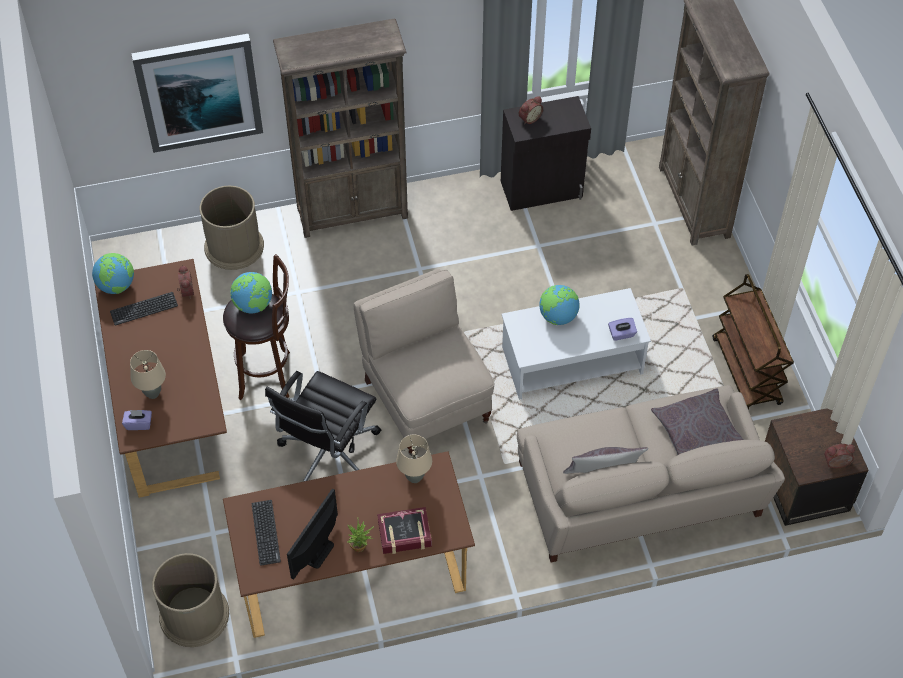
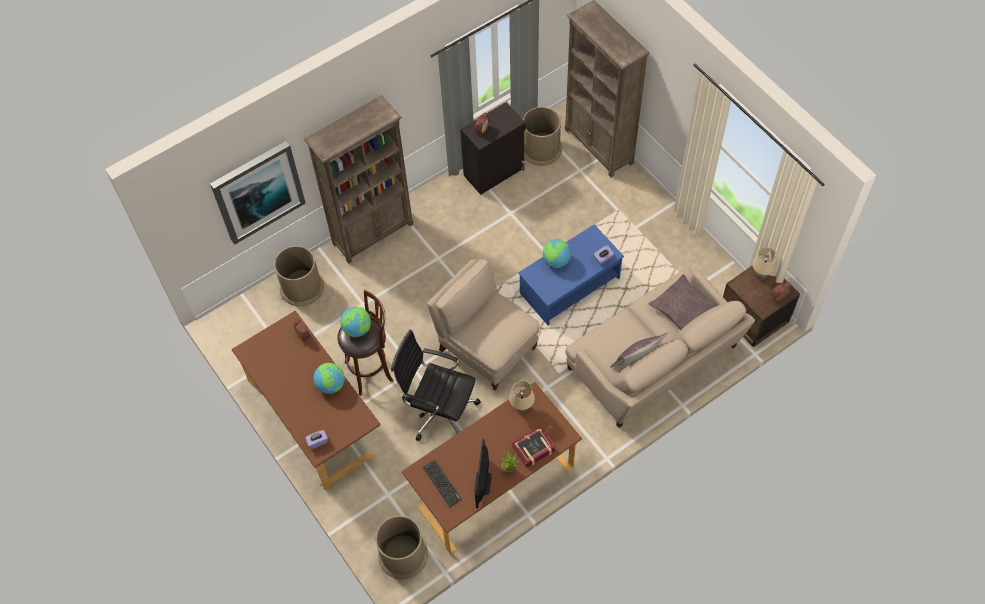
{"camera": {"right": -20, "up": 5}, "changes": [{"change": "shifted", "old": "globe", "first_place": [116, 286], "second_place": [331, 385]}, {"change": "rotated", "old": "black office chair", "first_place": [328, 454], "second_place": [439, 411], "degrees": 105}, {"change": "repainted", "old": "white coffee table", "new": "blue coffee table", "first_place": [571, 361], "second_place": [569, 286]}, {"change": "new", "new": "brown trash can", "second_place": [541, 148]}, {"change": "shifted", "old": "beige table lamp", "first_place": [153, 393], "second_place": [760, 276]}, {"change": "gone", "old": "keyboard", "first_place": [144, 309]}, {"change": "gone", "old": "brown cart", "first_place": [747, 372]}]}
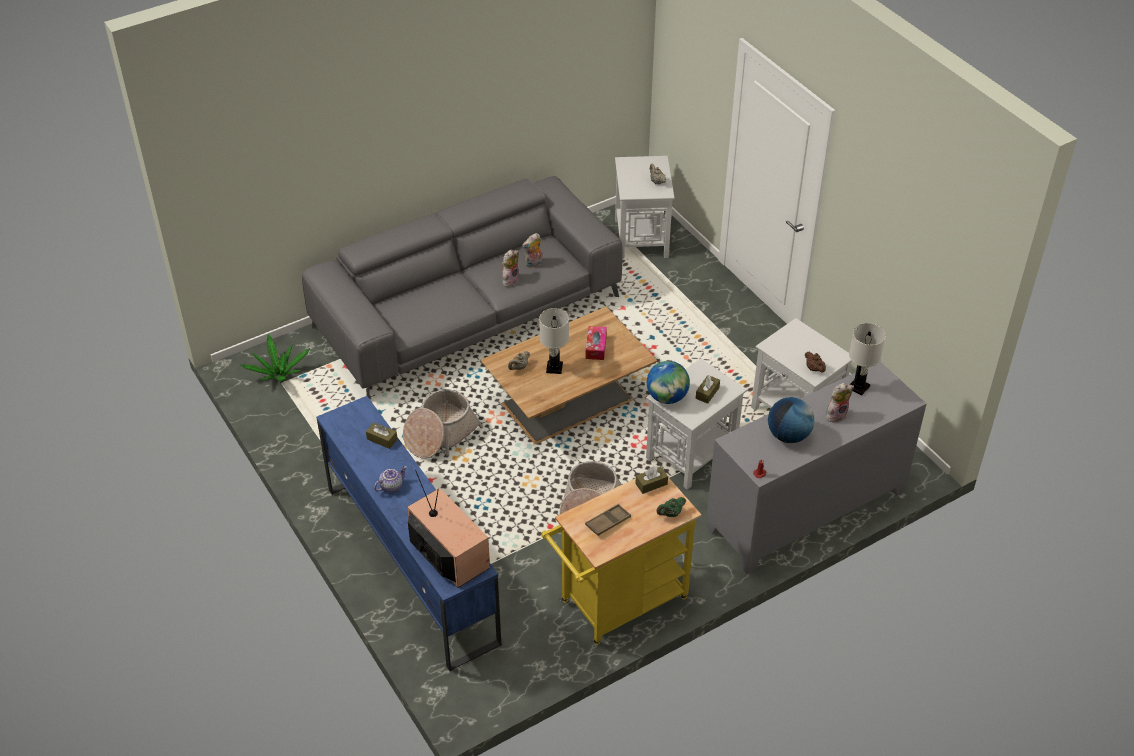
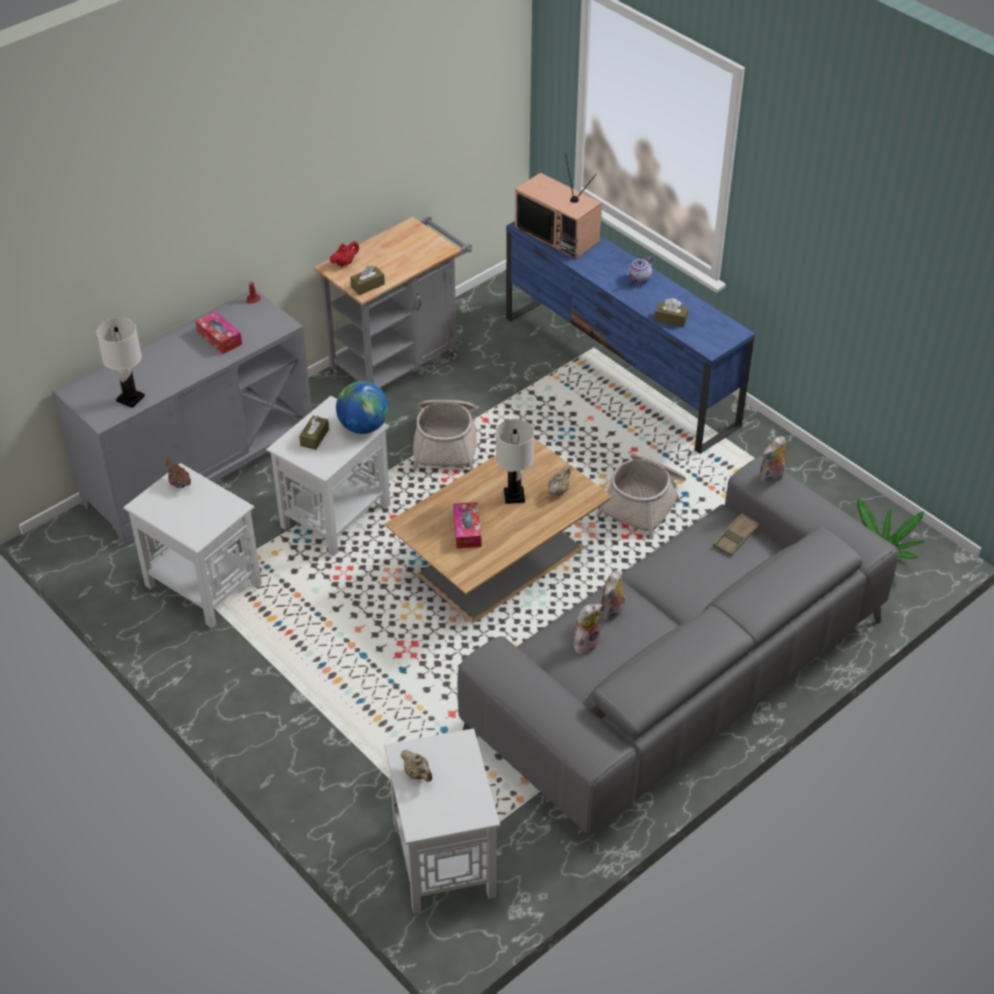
{"camera": {"right": 170, "up": 0}, "changes": [{"change": "swapped", "old": "globe", "new": "tissue box", "first_place": [788, 435], "second_place": [219, 338]}, {"change": "repainted", "old": "yellow cart", "new": "grey cart", "first_place": [617, 604], "second_place": [400, 362]}, {"change": "repainted", "old": "green teapot", "new": "red teapot", "first_place": [671, 514], "second_place": [345, 263]}, {"change": "shifted", "old": "brown tray", "first_place": [608, 522], "second_place": [736, 537]}, {"change": "shifted", "old": "plush toy", "first_place": [836, 414], "second_place": [771, 478]}]}
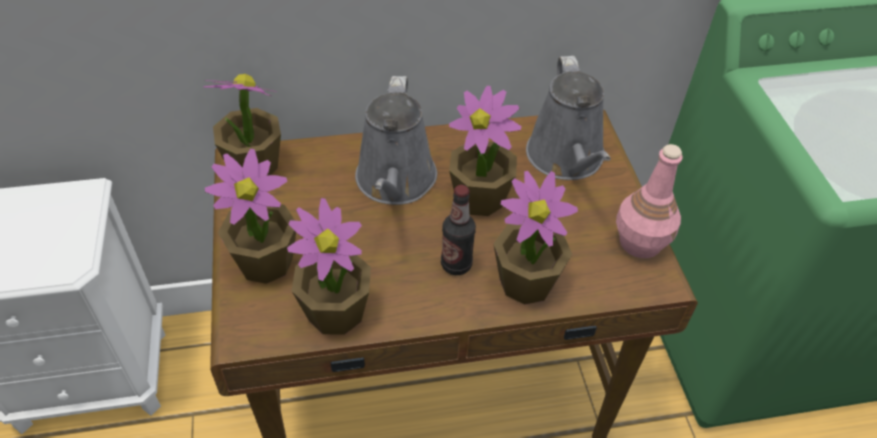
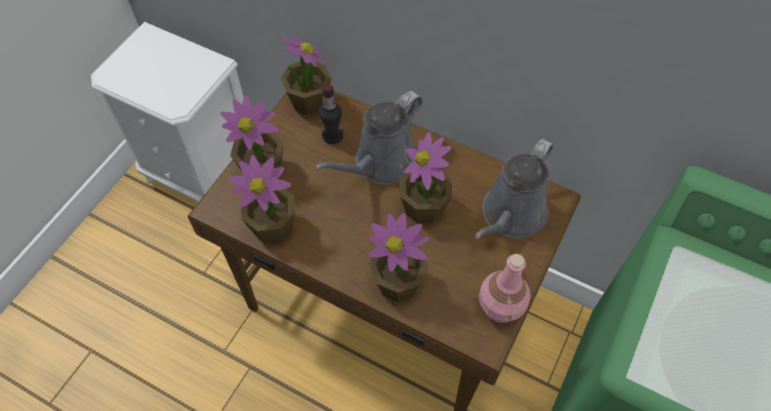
{"camera": {"right": 40, "up": 10}, "changes": [{"change": "shifted", "old": "bottle", "first_place": [456, 265], "second_place": [332, 136]}]}
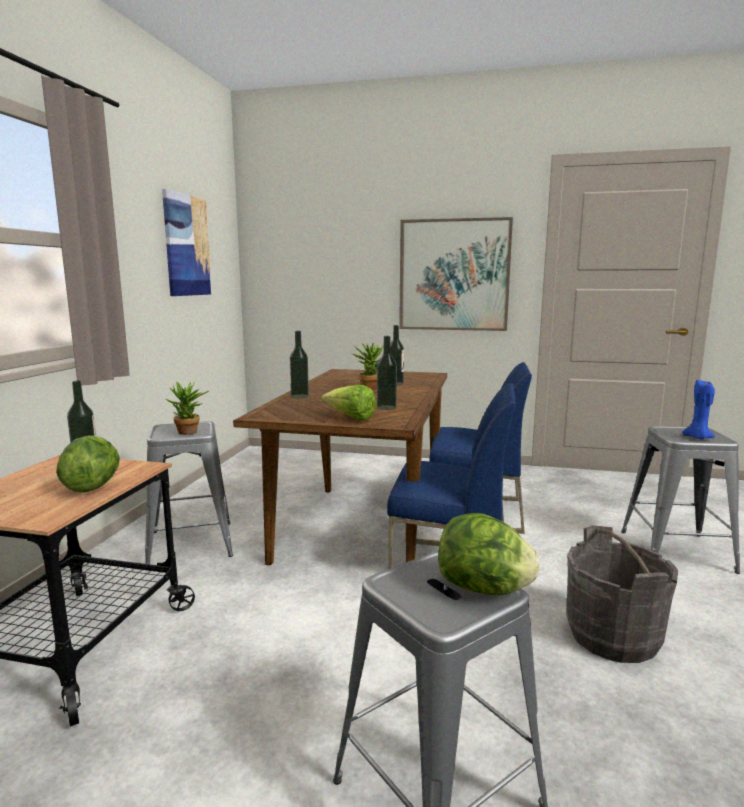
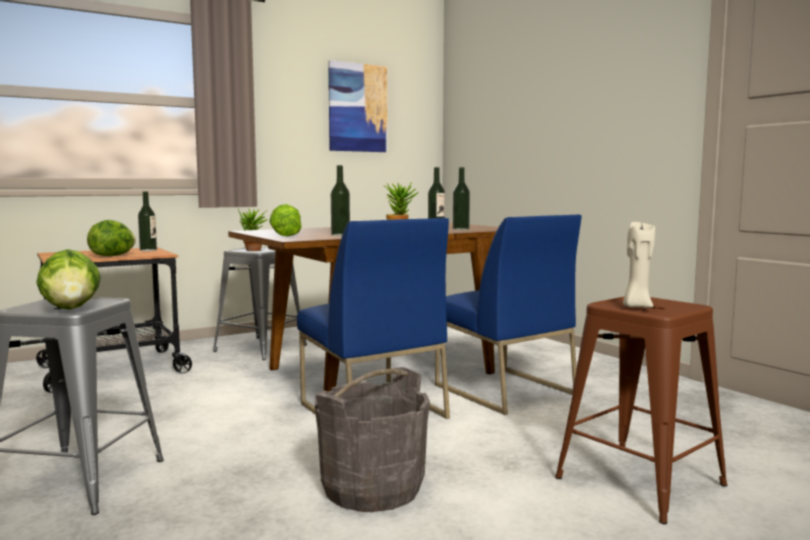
{"camera": {"right": 45, "up": -5}, "changes": [{"change": "shifted", "old": "bottle", "first_place": [299, 396], "second_place": [460, 229]}, {"change": "repainted", "old": "grey stool", "new": "brown stool", "first_place": [676, 551], "second_place": [639, 481]}, {"change": "repainted", "old": "blue candle", "new": "beige candle", "first_place": [698, 438], "second_place": [636, 307]}, {"change": "gone", "old": "picture", "first_place": [454, 275]}]}
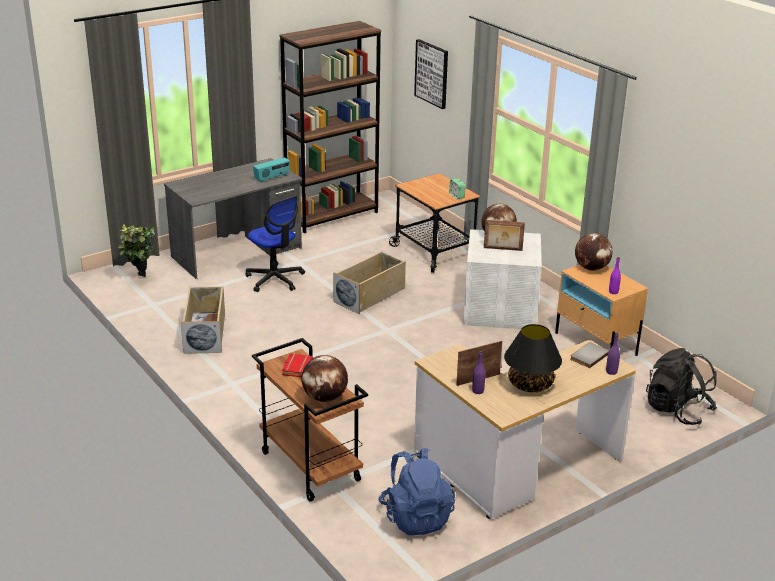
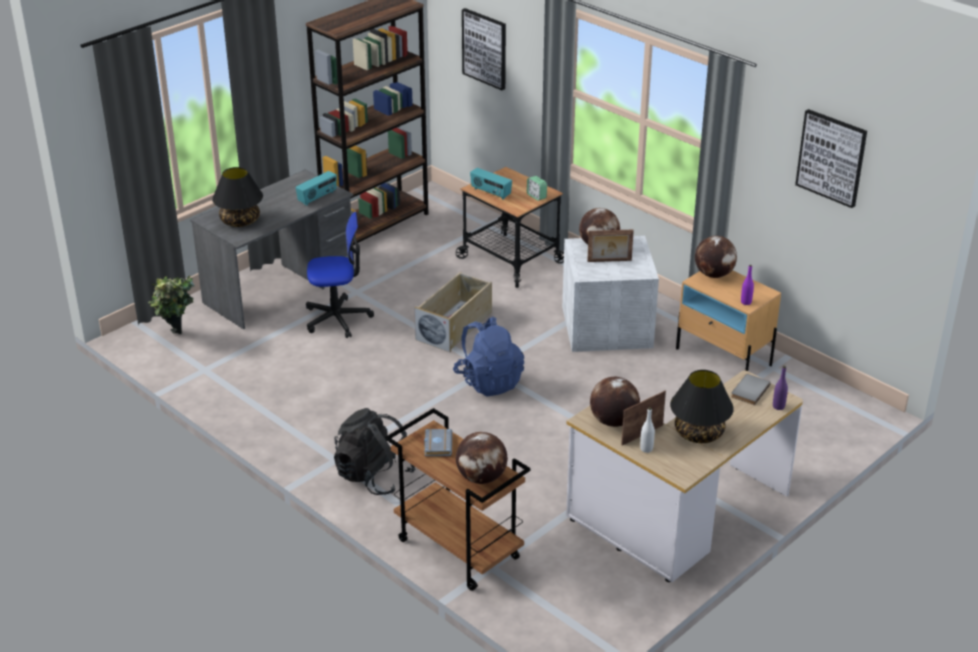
{"camera": {"right": -10, "up": 5}, "changes": [{"change": "new", "new": "black table lamp", "second_place": [240, 221]}, {"change": "rotated", "old": "office chair", "first_place": [275, 279], "second_place": [337, 318], "degrees": -45}, {"change": "shifted", "old": "black backpack", "first_place": [677, 410], "second_place": [374, 476]}, {"change": "repainted", "old": "red book", "new": "grey book", "first_place": [296, 367], "second_place": [437, 445]}, {"change": "shifted", "old": "blue backpack", "first_place": [416, 517], "second_place": [489, 381]}, {"change": "new", "new": "radio", "second_place": [490, 193]}, {"change": "new", "new": "globe", "second_place": [613, 421]}, {"change": "repainted", "old": "purple bottle", "new": "white bottle", "first_place": [478, 391], "second_place": [646, 449]}, {"change": "new", "new": "picture", "second_place": [831, 157]}, {"change": "gone", "old": "beige storage box", "first_place": [205, 333]}]}
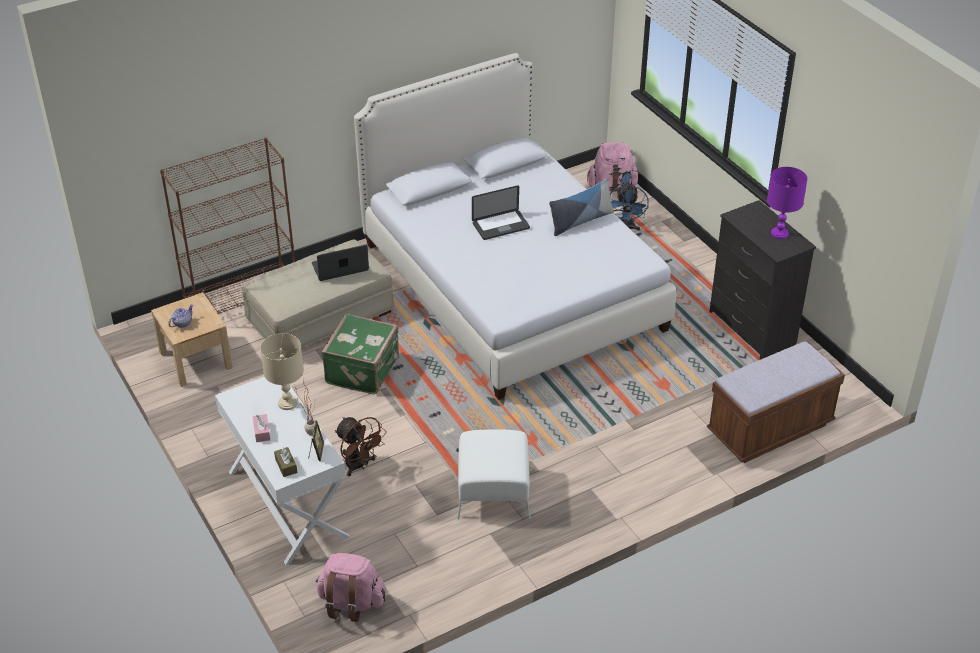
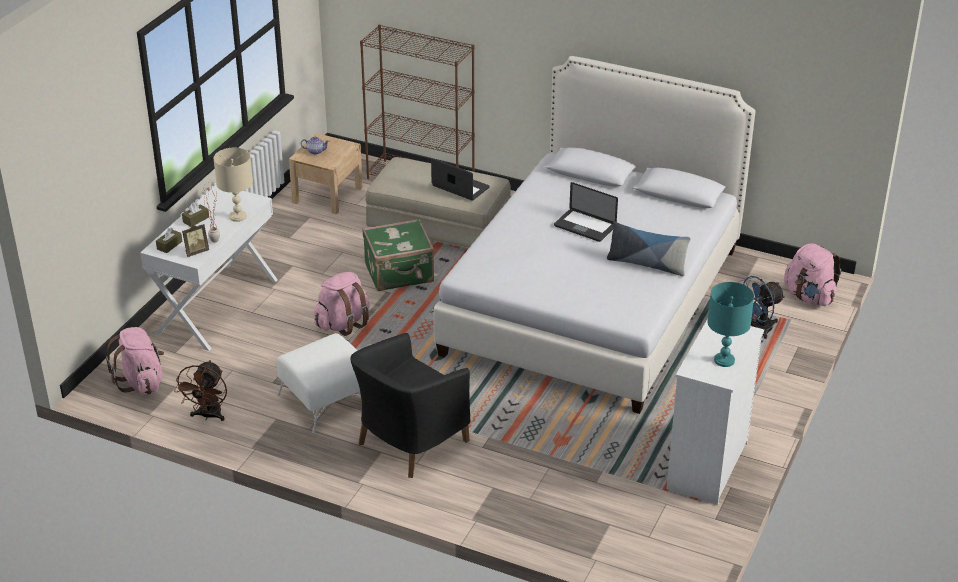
{"camera": {"right": 55, "up": -5}, "changes": [{"change": "shifted", "old": "brown fan", "first_place": [359, 466], "second_place": [208, 416]}, {"change": "repainted", "old": "pink tissue box", "new": "brown tissue box", "first_place": [262, 432], "second_place": [196, 219]}, {"change": "new", "new": "pink backpack", "second_place": [343, 323]}, {"change": "new", "new": "black armchair", "second_place": [409, 442]}, {"change": "repainted", "old": "black dresser", "new": "white dresser", "first_place": [752, 329], "second_place": [706, 466]}, {"change": "repainted", "old": "purple table lamp", "new": "turquoise table lamp", "first_place": [779, 233], "second_place": [724, 360]}, {"change": "gone", "old": "brown bench", "first_place": [770, 429]}]}
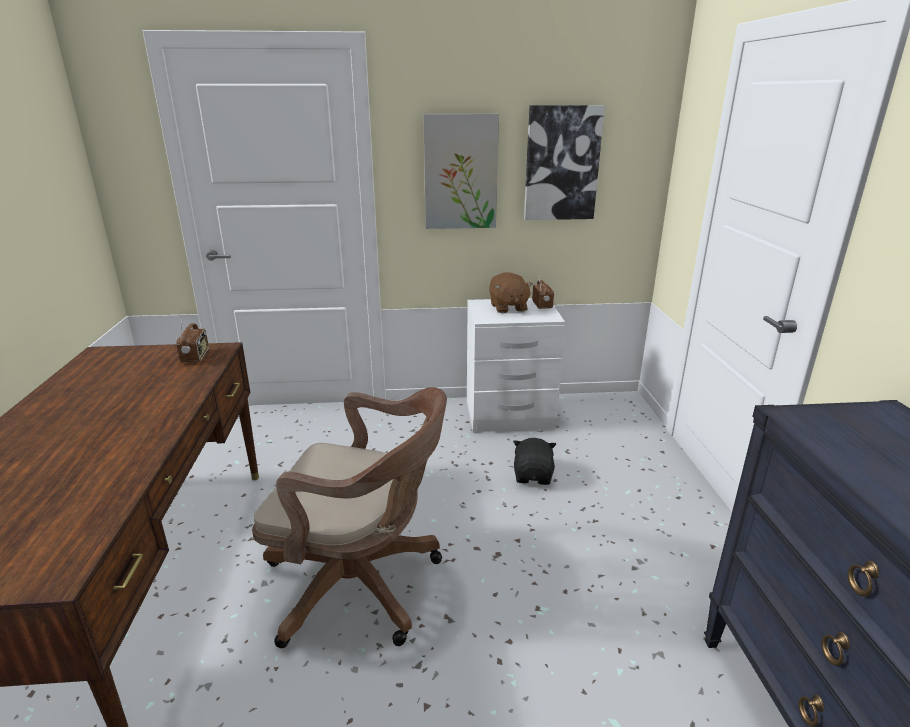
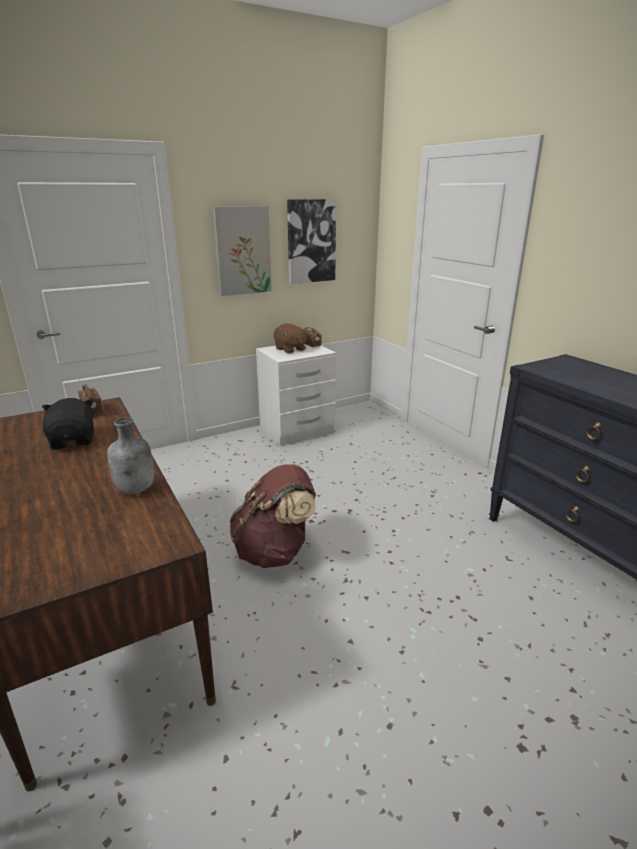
{"camera": {"right": -25, "up": 0}, "changes": [{"change": "shifted", "old": "black plush toy", "first_place": [533, 476], "second_place": [74, 440]}, {"change": "new", "new": "grey bottle", "second_place": [136, 489]}, {"change": "swapped", "old": "brown office chair", "new": "brown backpack", "first_place": [362, 585], "second_place": [275, 551]}]}
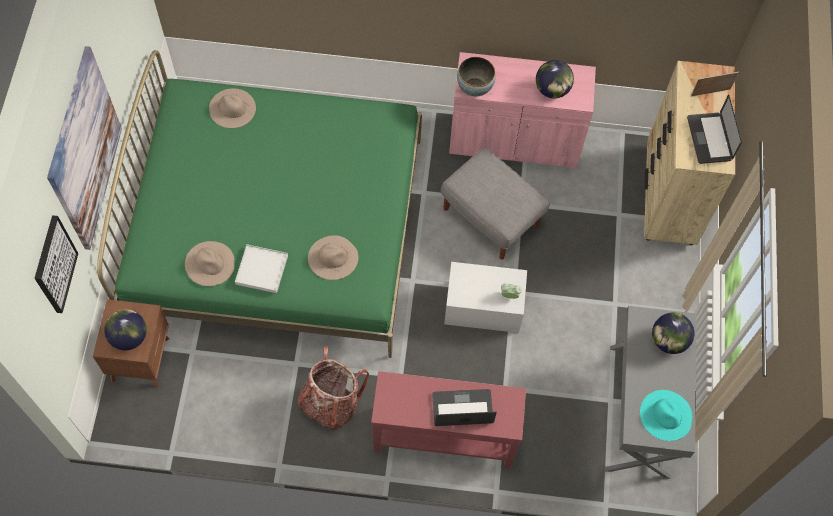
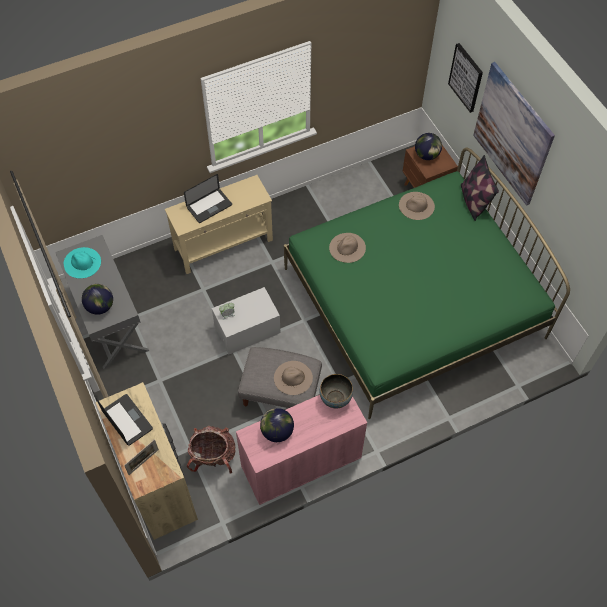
{"camera": {"right": 150, "up": -5}, "changes": [{"change": "repainted", "old": "red console table", "new": "beige console table", "first_place": [443, 435], "second_place": [224, 245]}, {"change": "shifted", "old": "backpack", "first_place": [330, 403], "second_place": [213, 457]}, {"change": "shifted", "old": "beige hat", "first_place": [232, 108], "second_place": [293, 377]}, {"change": "new", "new": "pillow", "second_place": [473, 201]}, {"change": "gone", "old": "white tray", "first_place": [262, 270]}]}
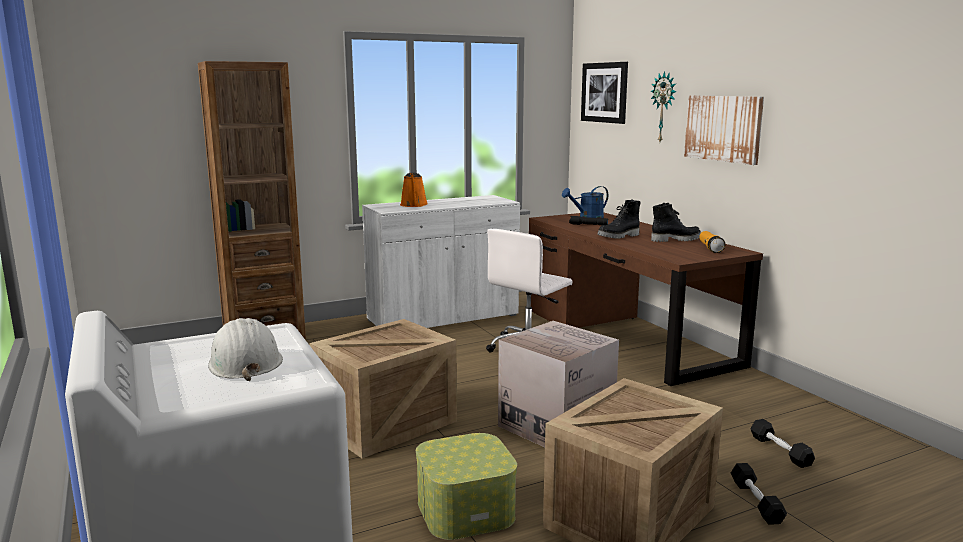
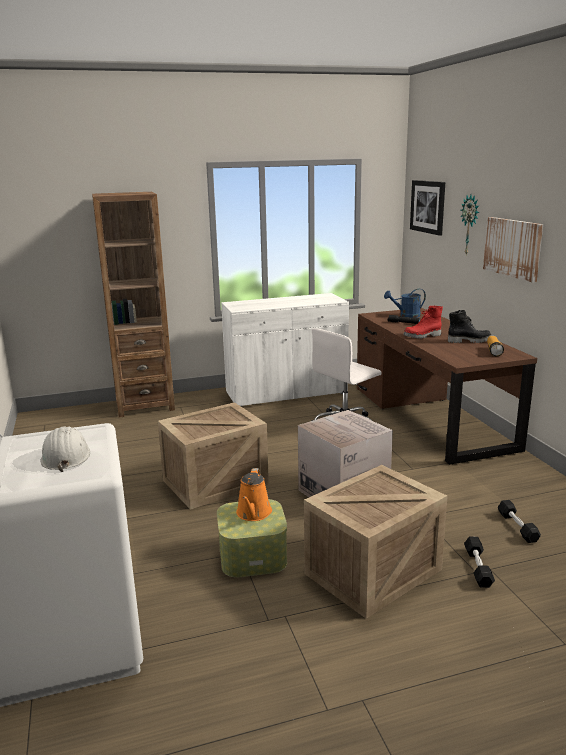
{"camera": {"right": 10, "up": 5}, "changes": [{"change": "shifted", "old": "orange watering can", "first_place": [414, 205], "second_place": [253, 514]}, {"change": "repainted", "old": "black boot", "new": "red boot", "first_place": [619, 236], "second_place": [422, 336]}]}
